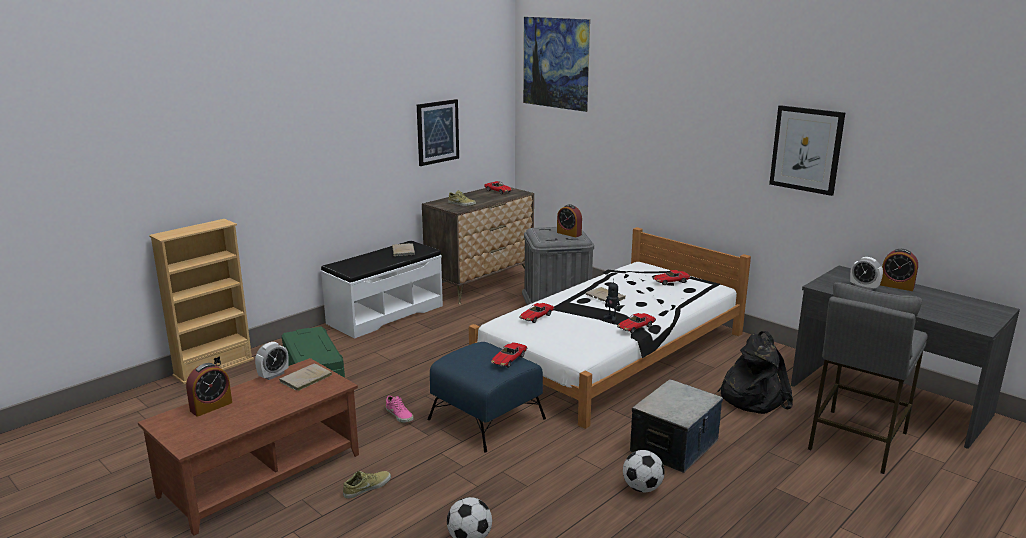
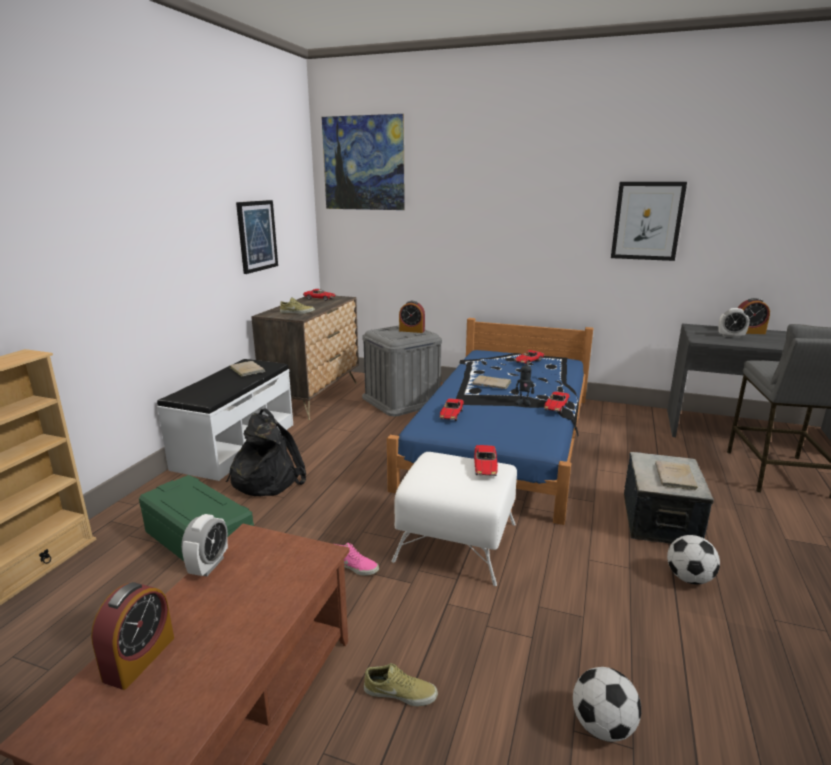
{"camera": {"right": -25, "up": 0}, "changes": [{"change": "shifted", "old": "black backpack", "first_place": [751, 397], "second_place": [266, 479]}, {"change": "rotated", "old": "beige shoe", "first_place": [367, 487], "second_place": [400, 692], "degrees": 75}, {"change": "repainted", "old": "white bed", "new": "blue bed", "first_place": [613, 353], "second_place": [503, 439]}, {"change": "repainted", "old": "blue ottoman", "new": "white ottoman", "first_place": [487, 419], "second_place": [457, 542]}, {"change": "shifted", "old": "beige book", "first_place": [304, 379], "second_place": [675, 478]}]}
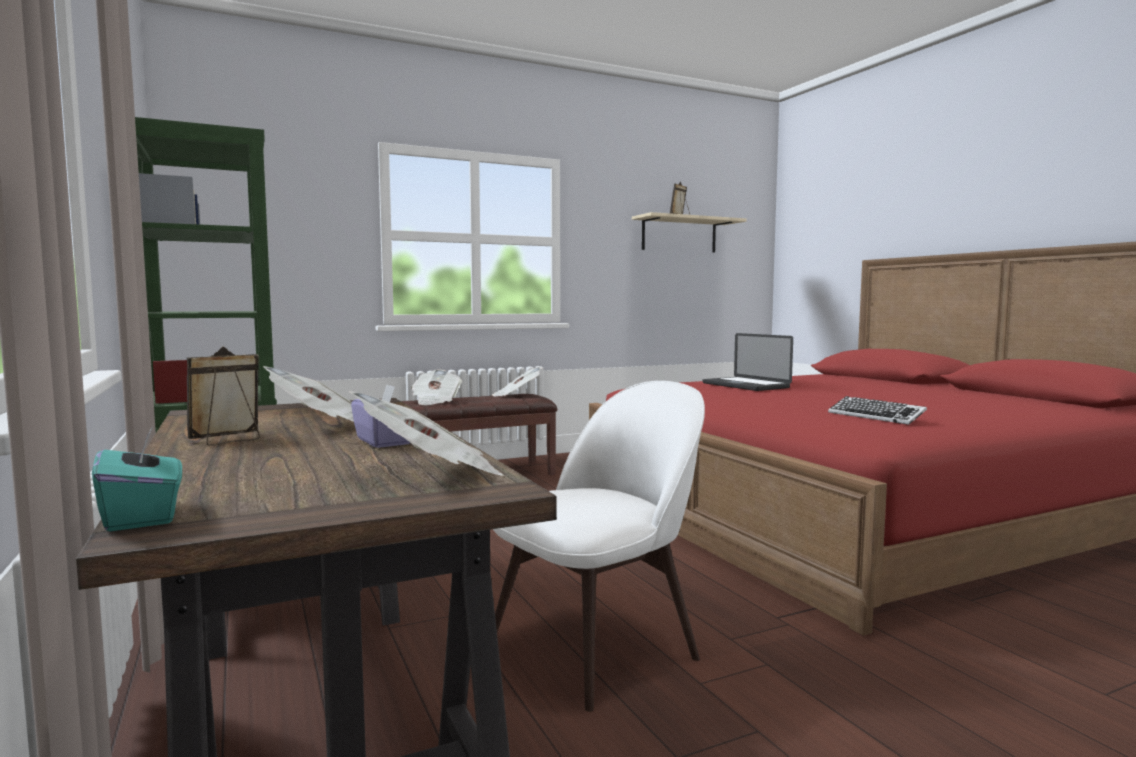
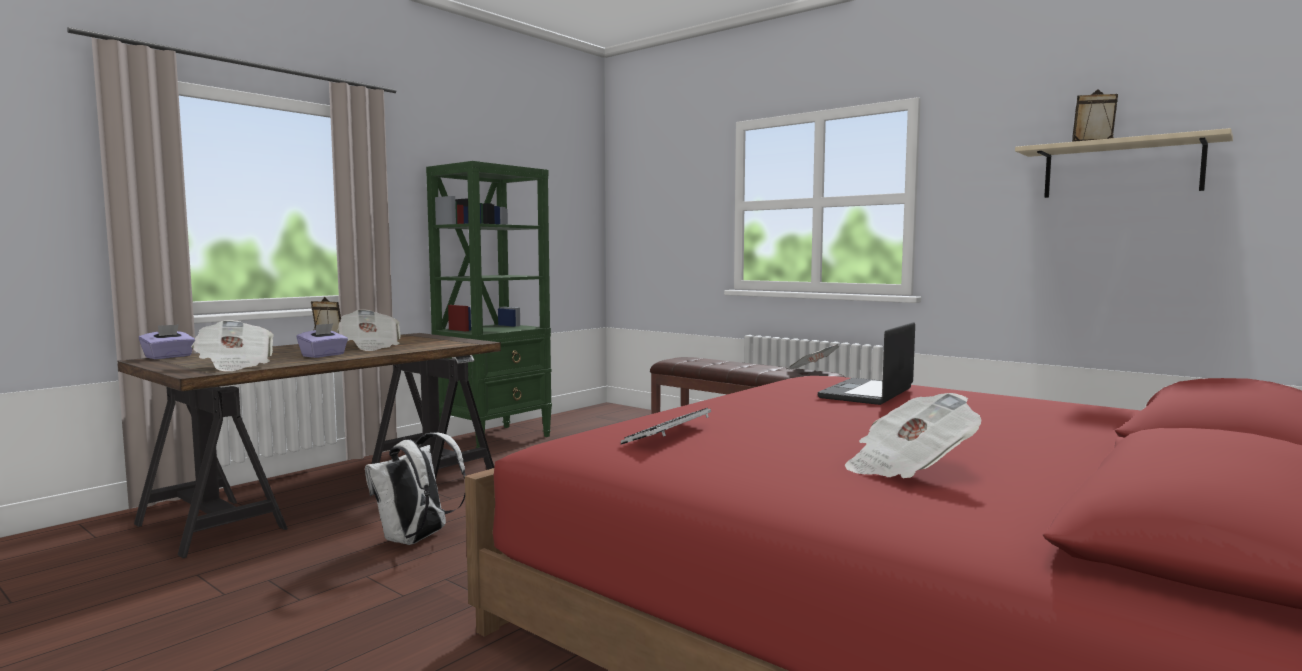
{"camera": {"right": 65, "up": 0}, "changes": [{"change": "repainted", "old": "turquoise tissue box", "new": "purple tissue box", "first_place": [142, 516], "second_place": [169, 357]}, {"change": "swapped", "old": "white chair", "new": "white backpack", "first_place": [598, 645], "second_place": [416, 540]}, {"change": "shifted", "old": "newspaper", "first_place": [435, 401], "second_place": [908, 468]}]}
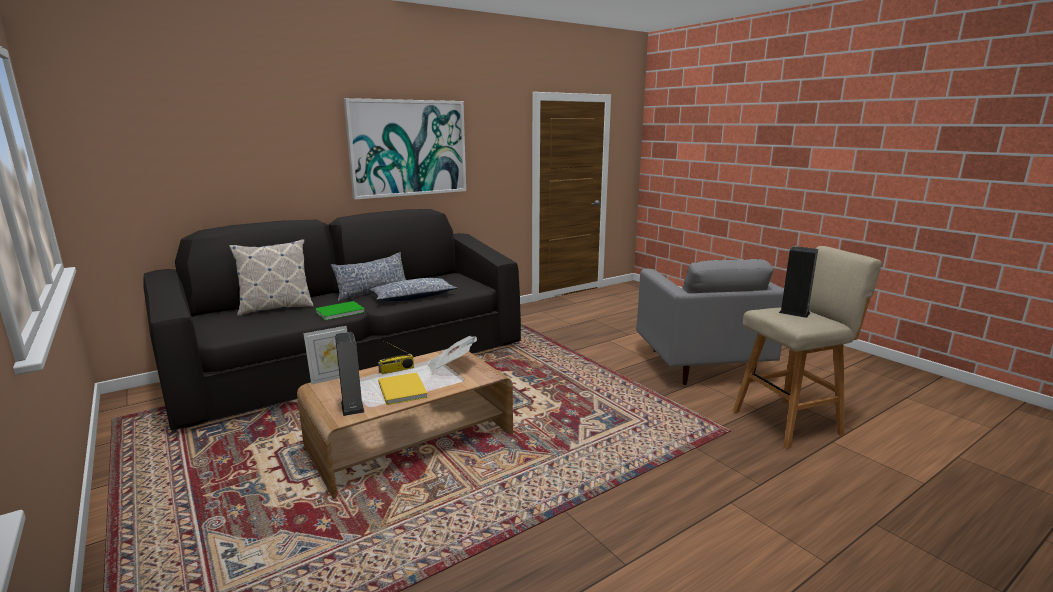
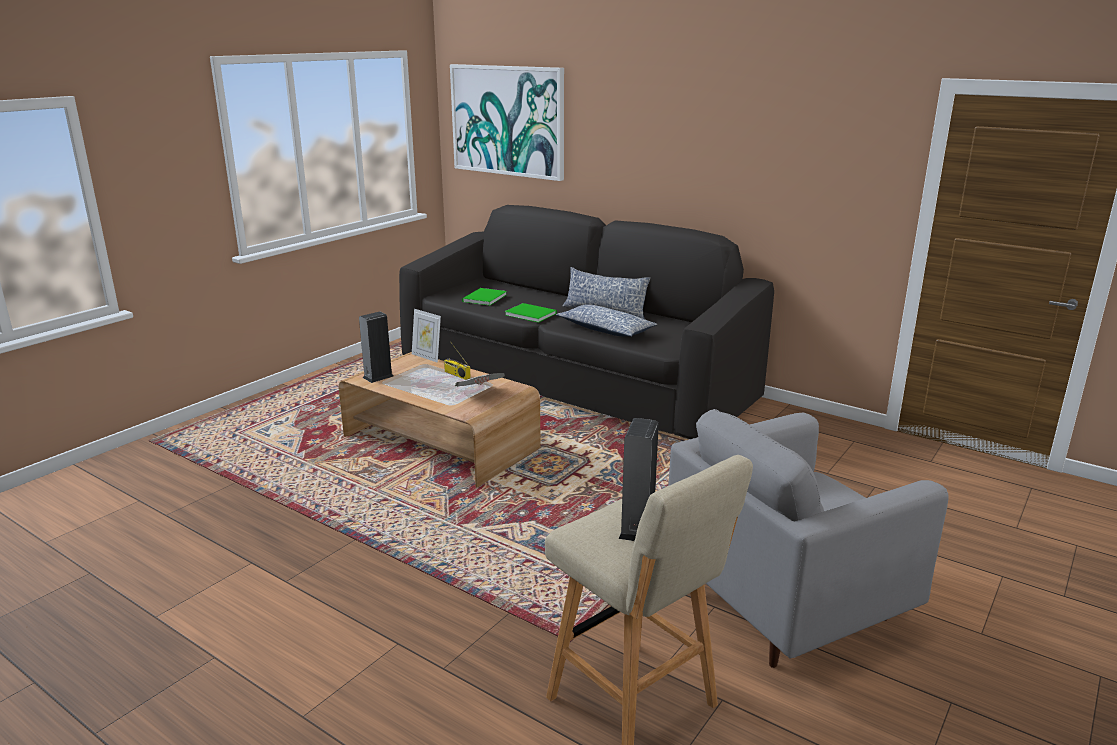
{"camera": {"right": 70, "up": 5}, "changes": [{"change": "shifted", "old": "picture", "first_place": [408, 148], "second_place": [508, 121]}, {"change": "new", "new": "green book", "second_place": [483, 298]}, {"change": "gone", "old": "pillow", "first_place": [276, 308]}, {"change": "gone", "old": "yellow book", "first_place": [401, 391]}]}
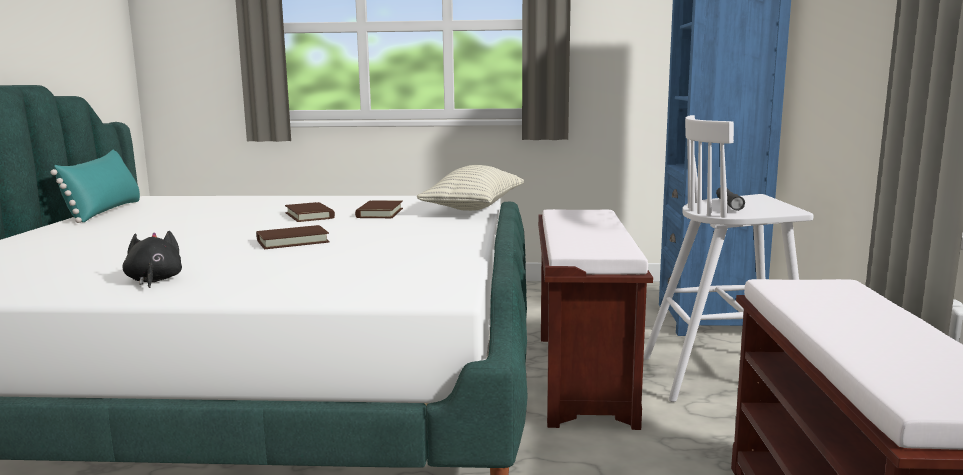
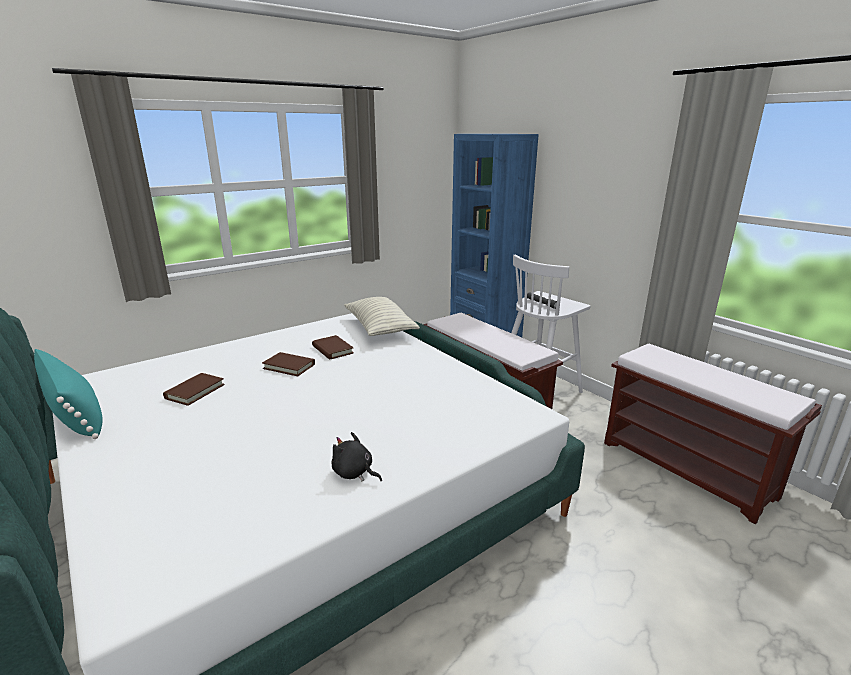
{"camera": {"right": -40, "up": 10}, "changes": [{"change": "shifted", "old": "brown book", "first_place": [292, 241], "second_place": [195, 391]}]}
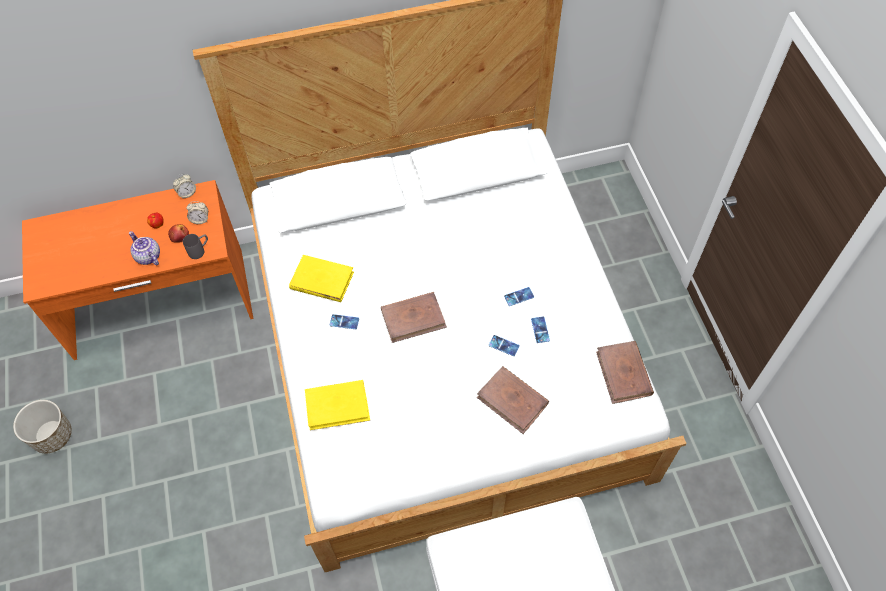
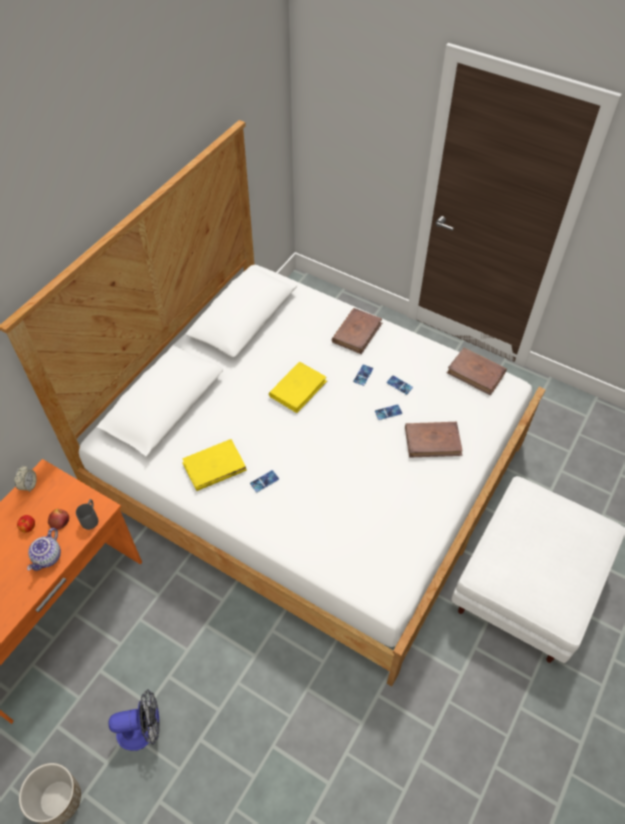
{"camera": {"right": -45, "up": -5}, "changes": [{"change": "rotated", "old": "teapot", "first_place": [147, 257], "second_place": [48, 557], "degrees": -75}, {"change": "new", "new": "fan", "second_place": [143, 730]}, {"change": "shifted", "old": "yellow book", "first_place": [337, 406], "second_place": [298, 388]}, {"change": "shifted", "old": "brown book", "first_place": [413, 318], "second_place": [357, 332]}, {"change": "gone", "old": "alarm clock", "first_place": [200, 219]}]}
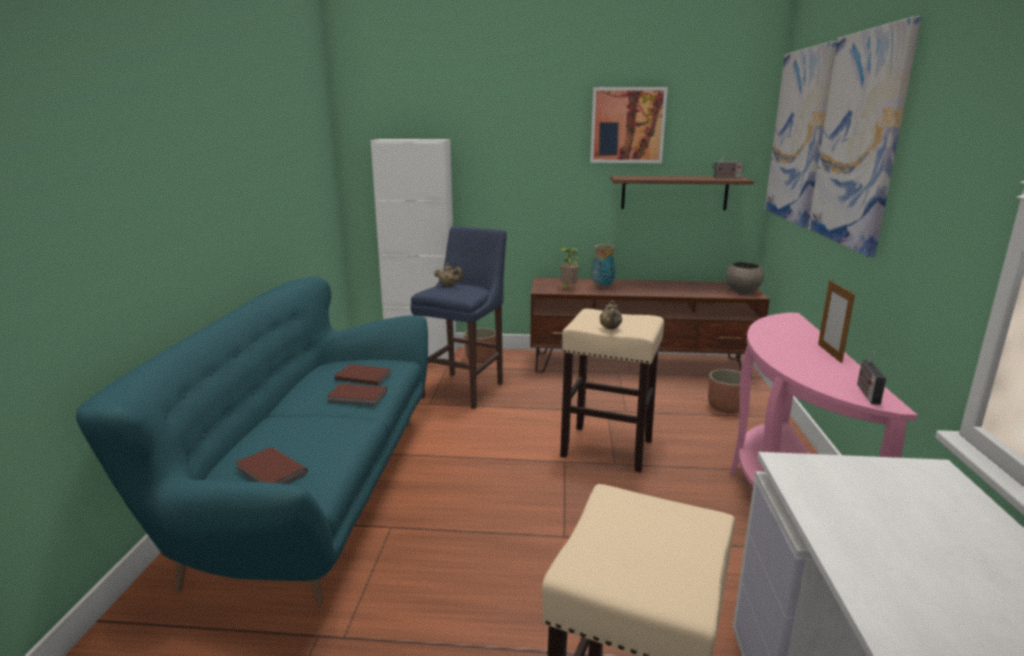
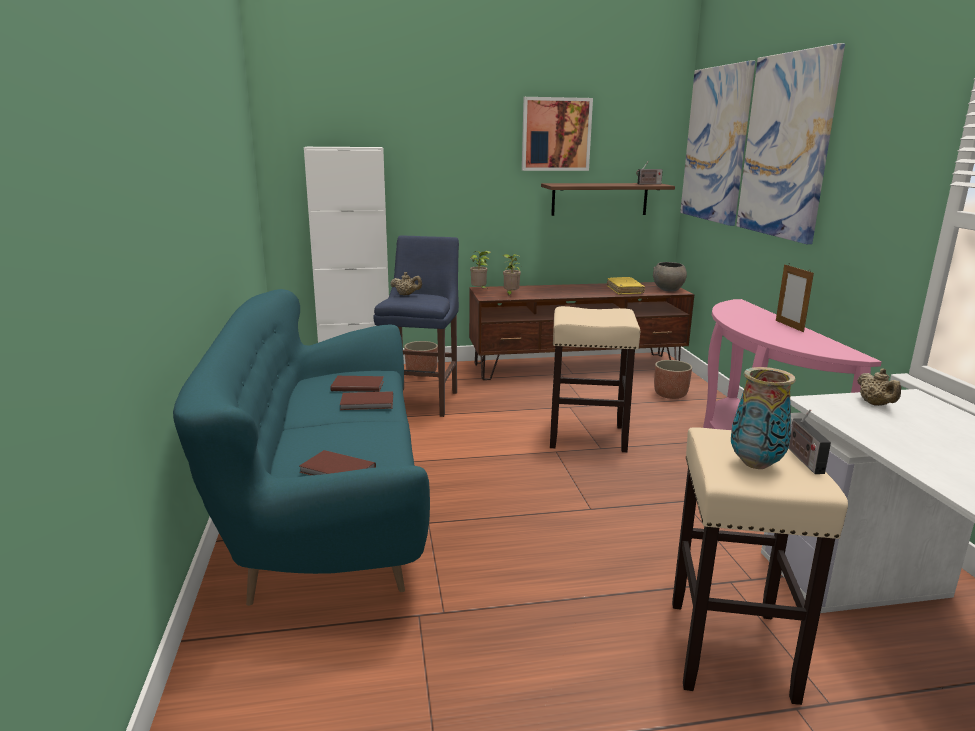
{"camera": {"right": -15, "up": 0}, "changes": [{"change": "new", "new": "potted plant", "second_place": [479, 290]}, {"change": "new", "new": "yellow book", "second_place": [625, 290]}, {"change": "shifted", "old": "vase", "first_place": [602, 287], "second_place": [756, 464]}, {"change": "shifted", "old": "radio", "first_place": [866, 393], "second_place": [803, 459]}, {"change": "shifted", "old": "beige teapot", "first_place": [610, 328], "second_place": [875, 404]}]}
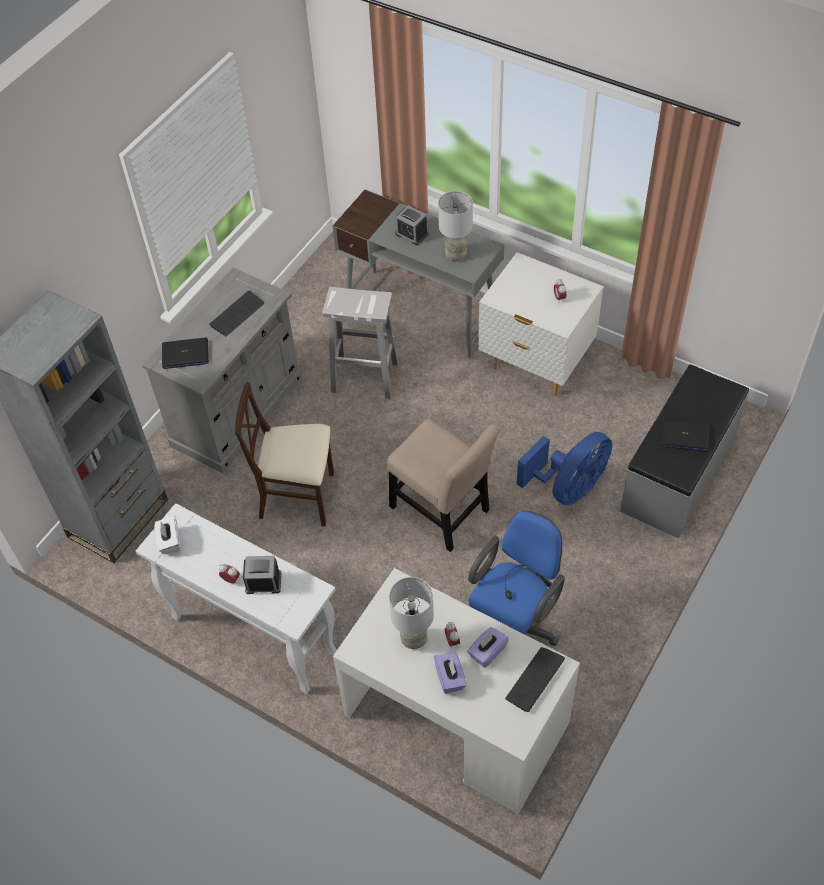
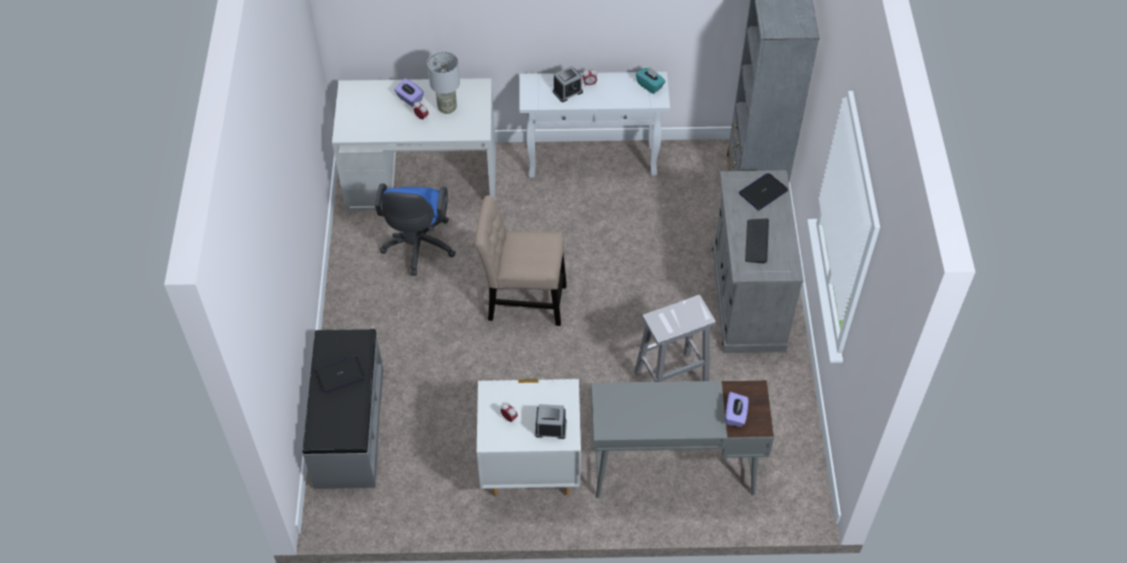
{"camera": {"right": 145, "up": 0}, "changes": [{"change": "shifted", "old": "alarm clock", "first_place": [411, 234], "second_place": [550, 428]}, {"change": "repainted", "old": "white tissue box", "new": "turquoise tissue box", "first_place": [169, 541], "second_place": [650, 85]}, {"change": "shifted", "old": "purple tissue box", "first_place": [487, 652], "second_place": [735, 415]}, {"change": "gone", "old": "beige chair", "first_place": [298, 496]}, {"change": "gone", "old": "grey table lamp", "first_place": [455, 255]}, {"change": "gone", "old": "keyboard", "first_place": [534, 679]}, {"change": "gone", "old": "blue fan", "first_place": [569, 487]}]}
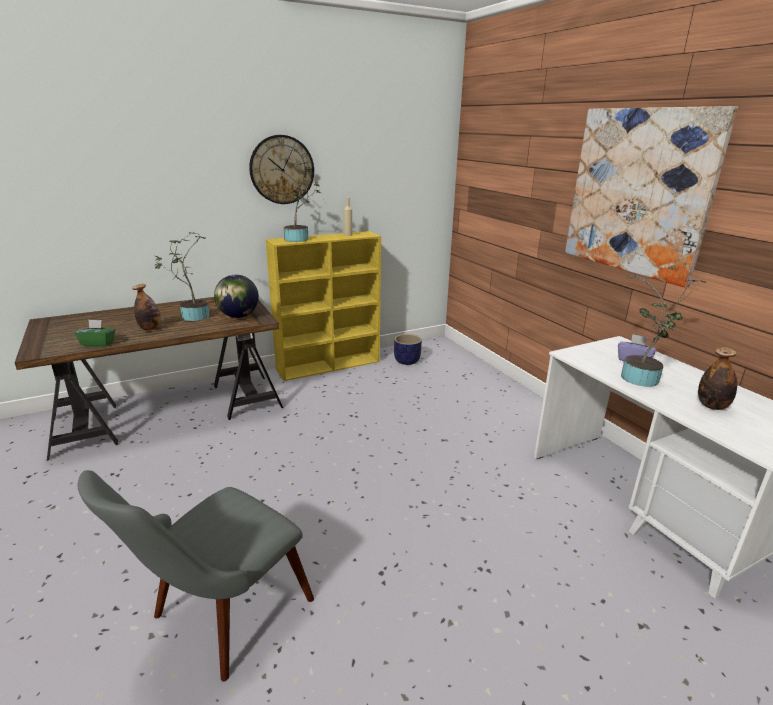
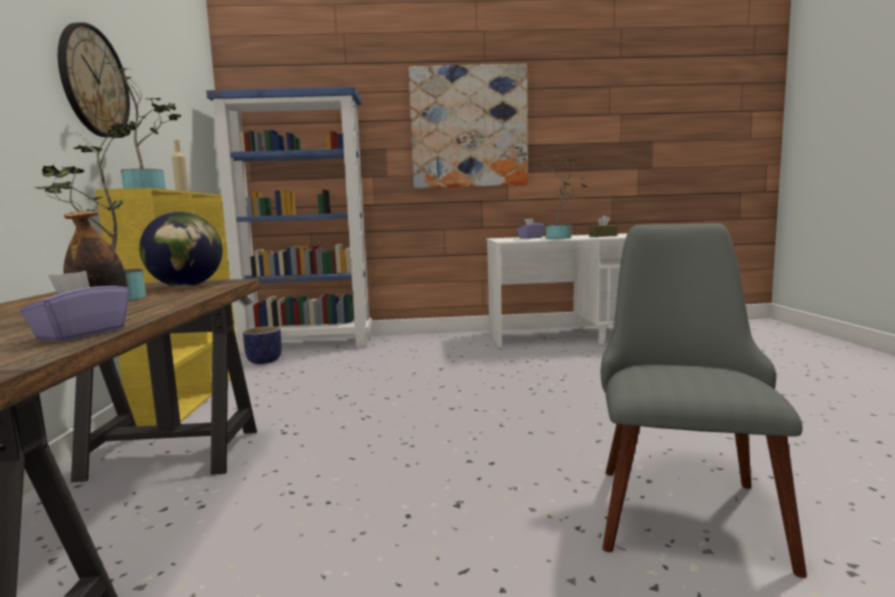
{"camera": {"right": -65, "up": -15}, "changes": [{"change": "repainted", "old": "green tissue box", "new": "purple tissue box", "first_place": [98, 343], "second_place": [81, 334]}, {"change": "new", "new": "blue bookcase", "second_place": [308, 344]}, {"change": "swapped", "old": "bottle", "new": "brown tissue box", "first_place": [712, 406], "second_place": [603, 236]}, {"change": "rotated", "old": "grey chair", "first_place": [218, 620], "second_place": [680, 500], "degrees": -135}]}
